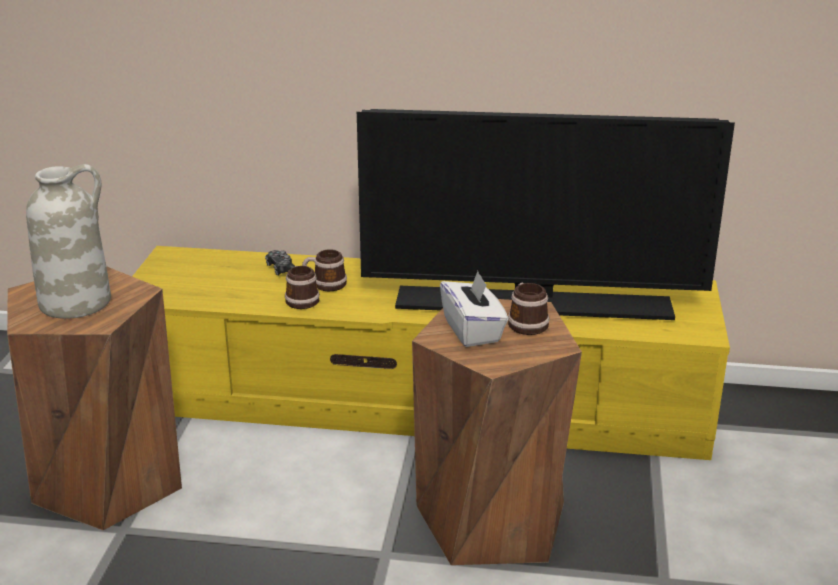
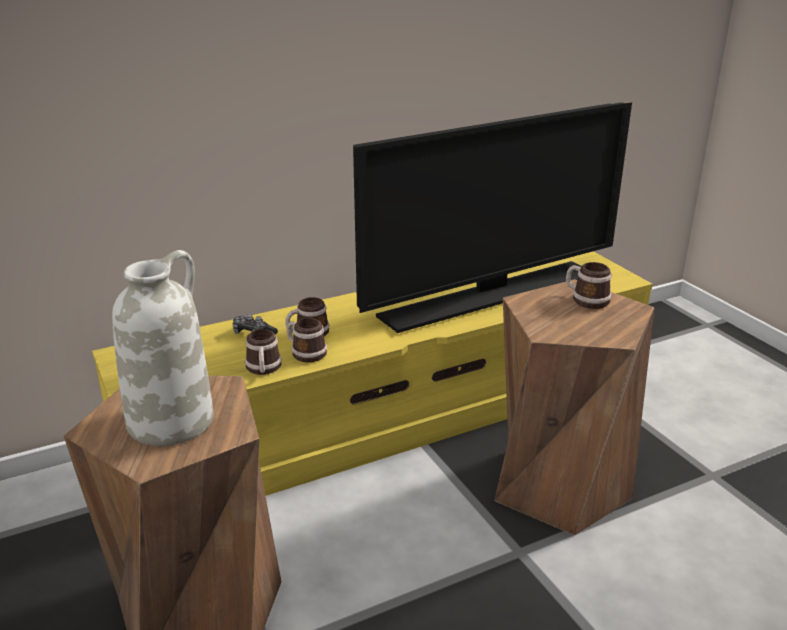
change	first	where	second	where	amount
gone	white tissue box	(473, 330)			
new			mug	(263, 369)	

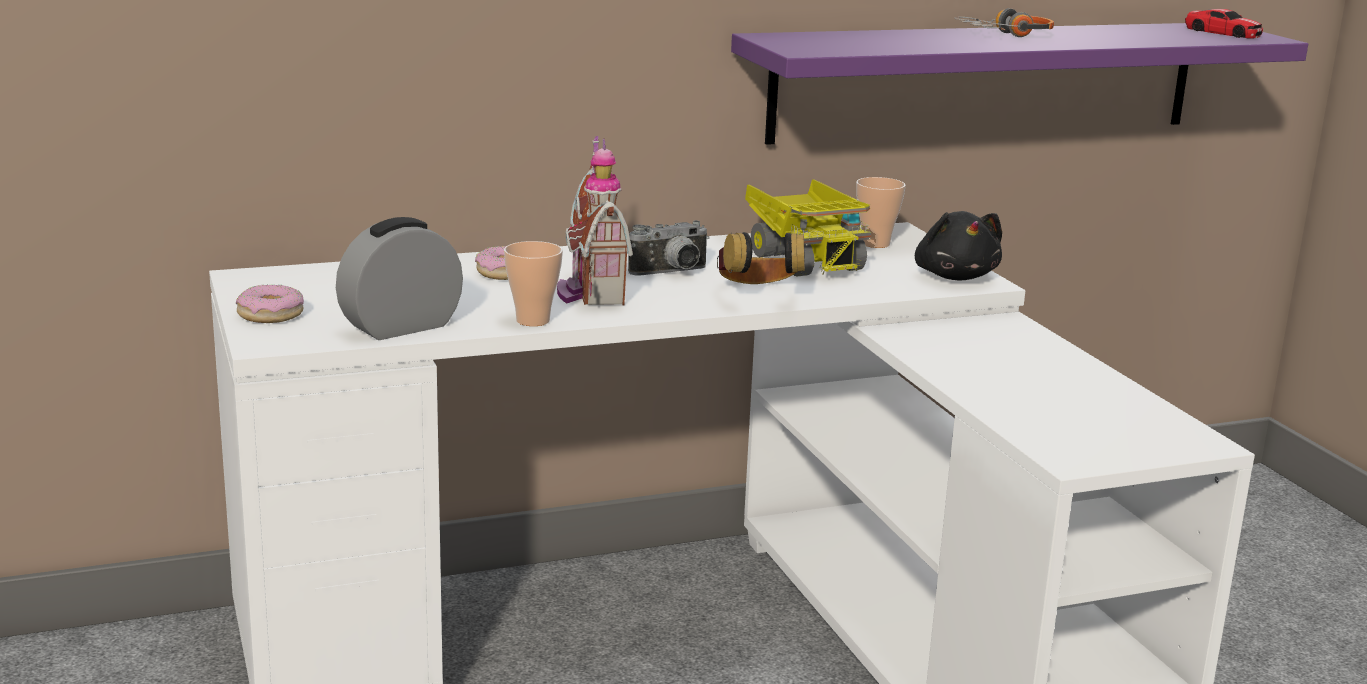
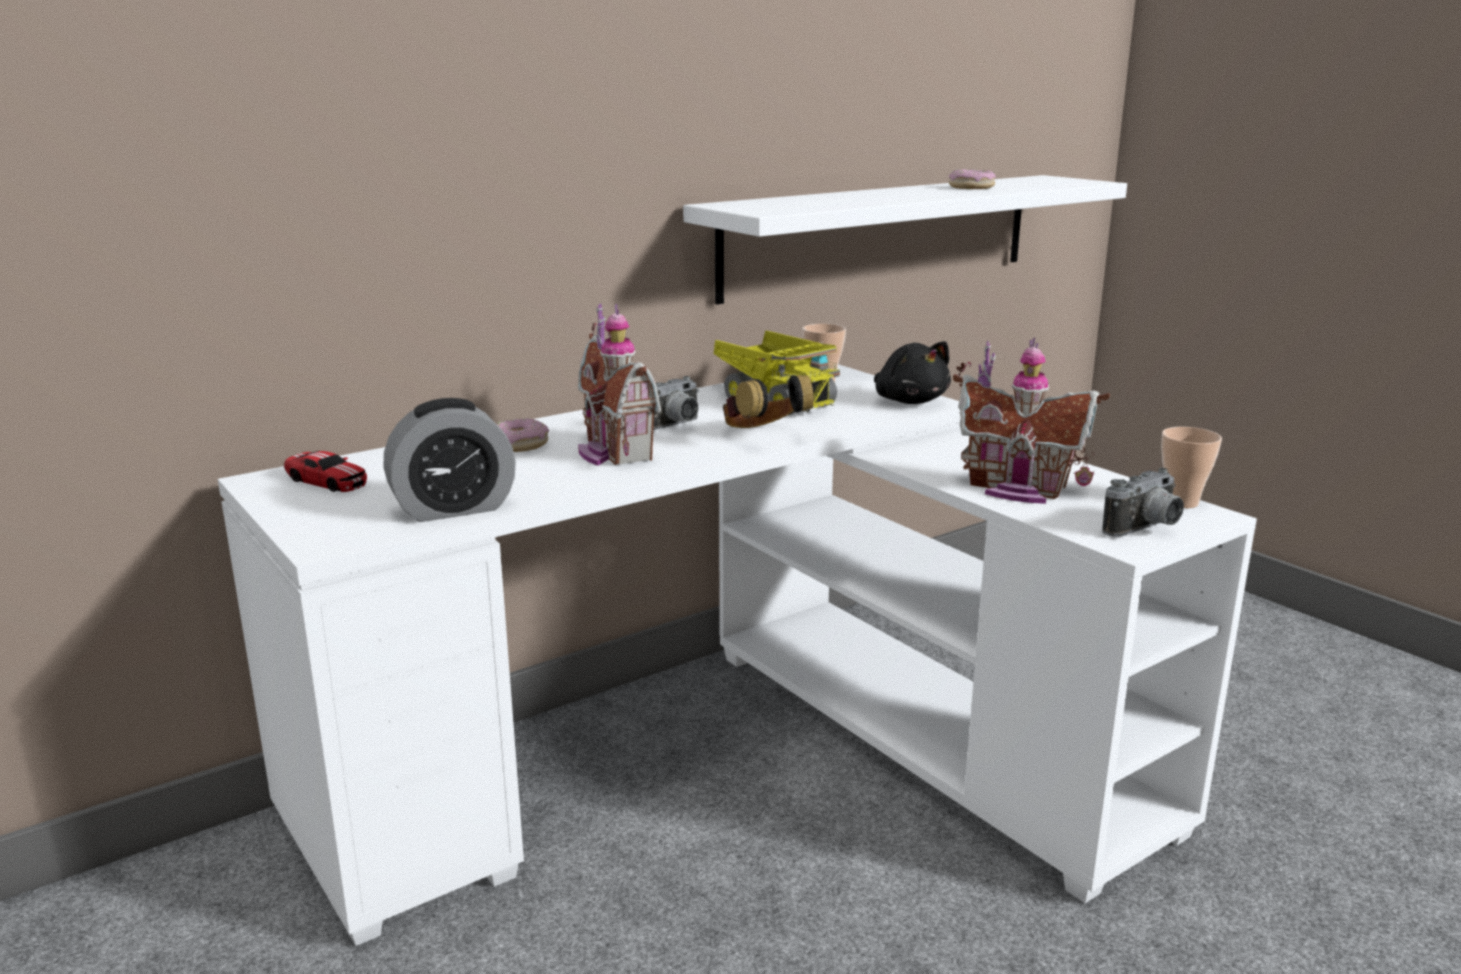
change	first	where	second	where	amount
gone	headphones	(1007, 35)			
shifted	toy car	(1223, 32)		(327, 480)	
repainted	purple shelf	(987, 80)	white shelf	(881, 235)	
rotated	alarm clock	(401, 327)		(453, 509)	150 degrees counterclockwise
shifted	cup	(533, 321)		(1181, 502)	
shifted	donut	(270, 314)		(971, 187)	
new			toy house	(1017, 489)	
new			photo camera	(1146, 529)	

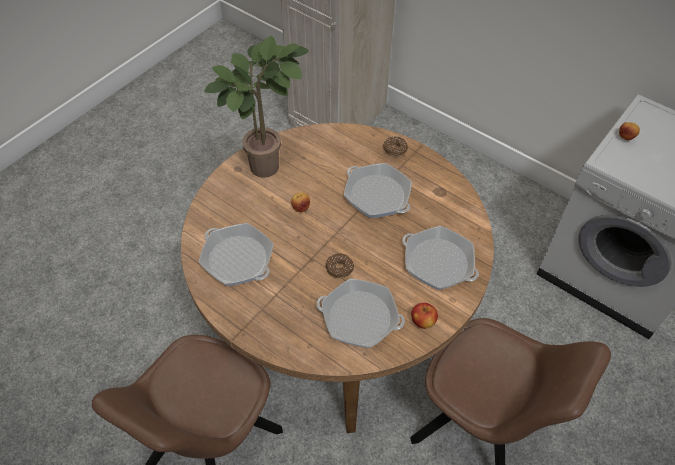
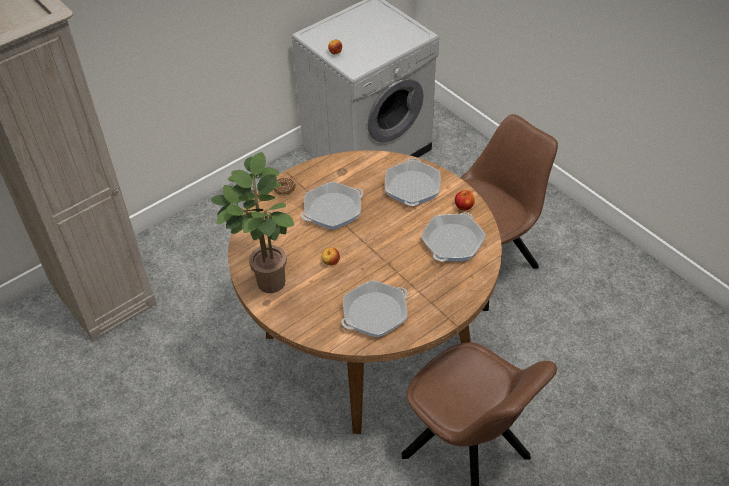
change	first	where	second	where	amount
rotated	frying pan	(438, 262)		(412, 187)	135 degrees clockwise
gone	donut	(339, 268)			

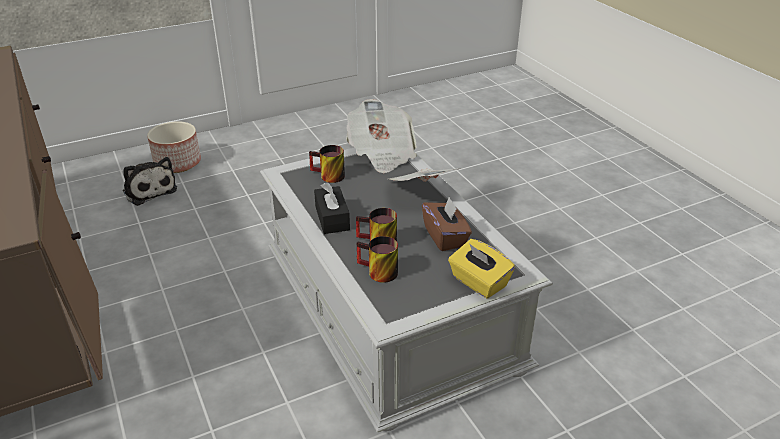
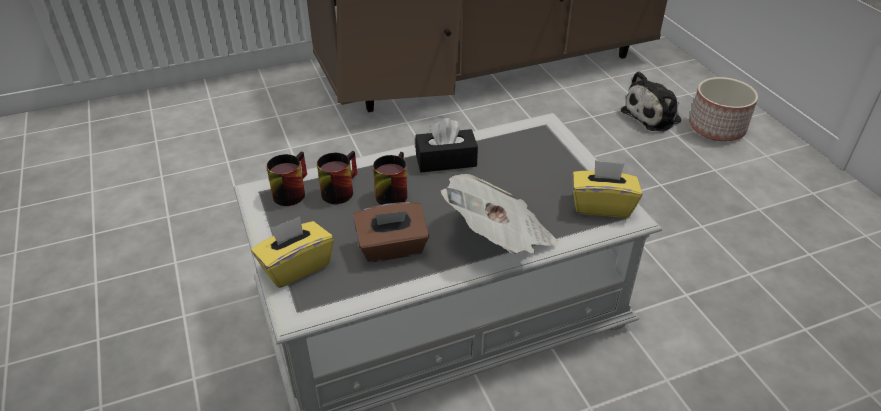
change	first	where	second	where	amount
swapped	newspaper	(382, 153)	yellow tissue box	(601, 205)	
shifted	mug	(327, 176)		(289, 191)	

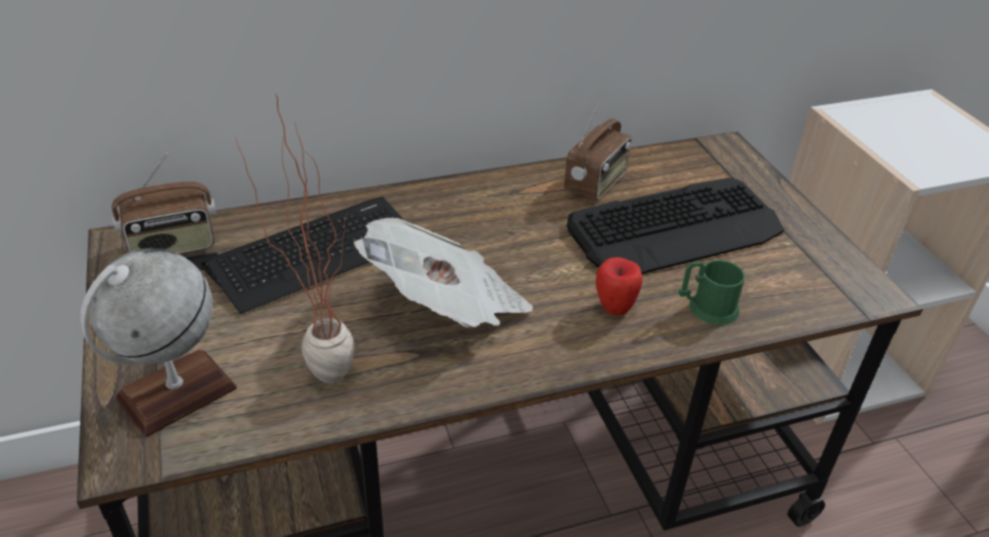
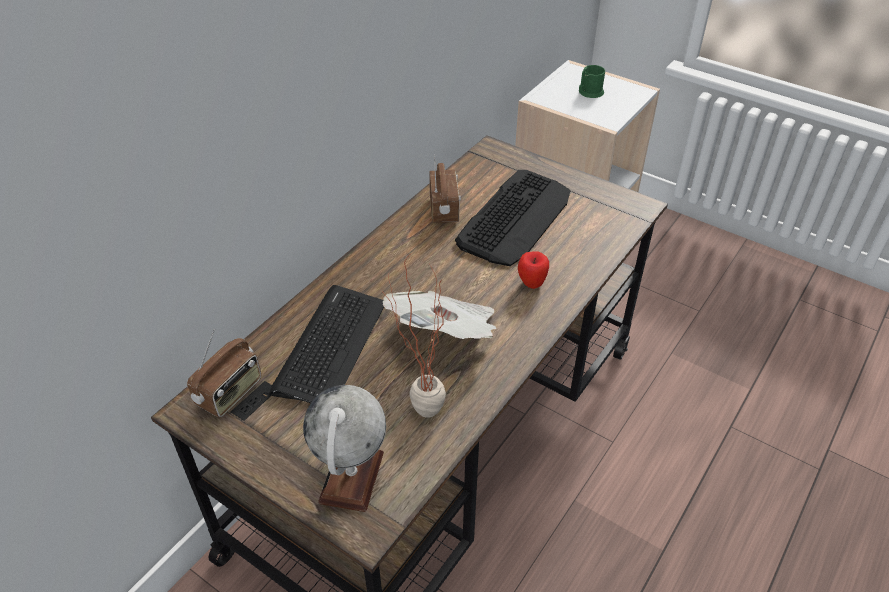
change	first	where	second	where	amount
shifted	green mug	(706, 308)		(588, 93)	

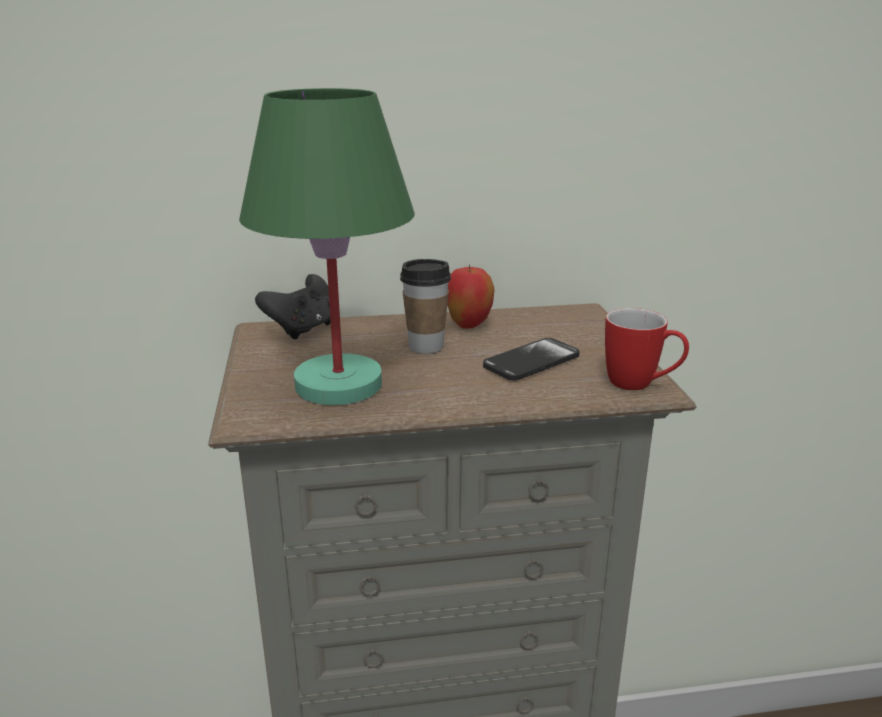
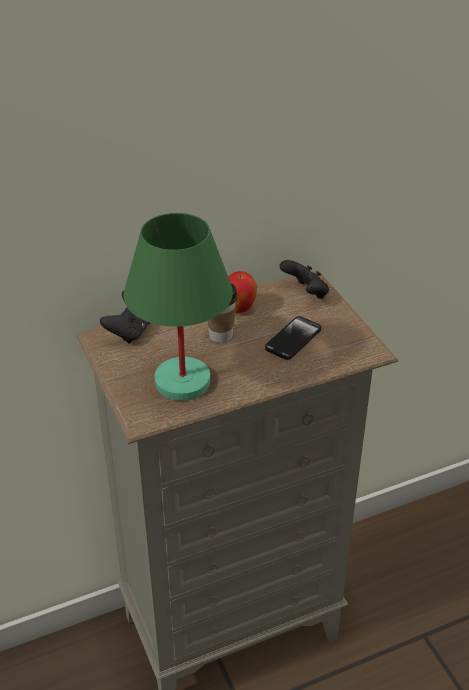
change	first	where	second	where	amount
gone	mug	(641, 385)			
new			black game controller	(305, 293)	

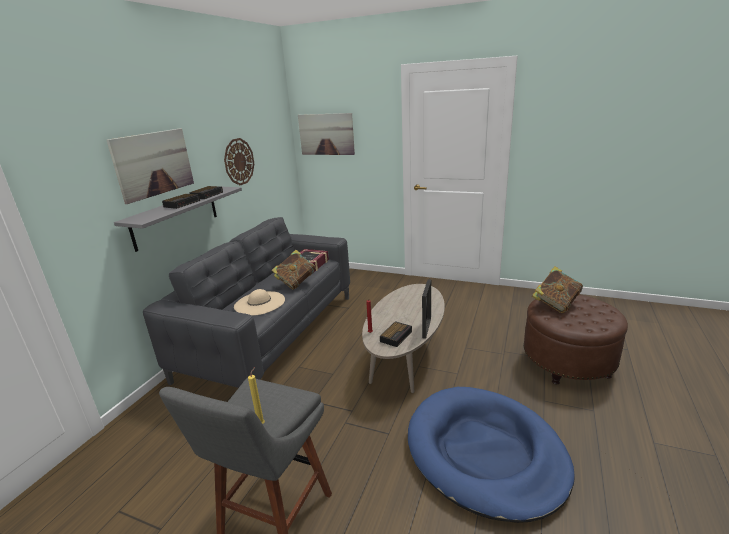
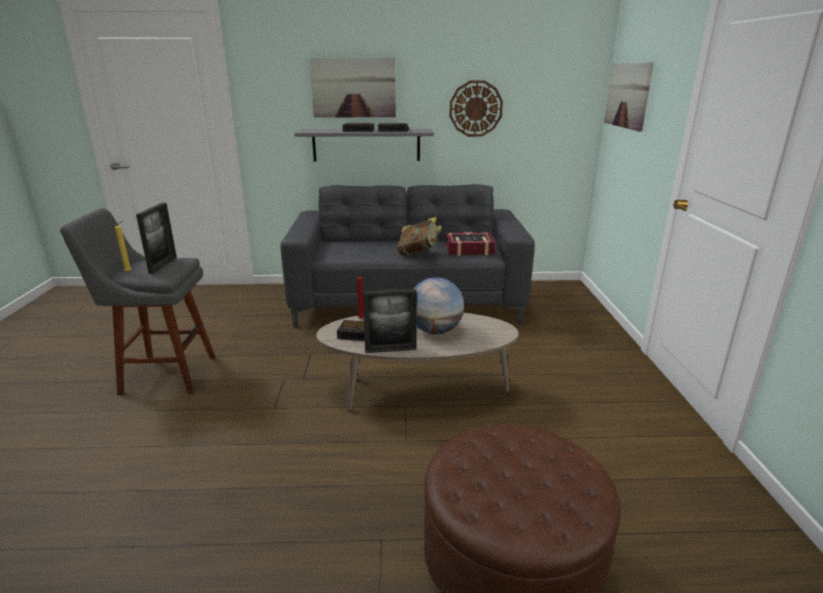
change	first	where	second	where	amount
gone	book	(555, 304)			
gone	beige hat	(259, 303)			
gone	blue dog bed	(485, 453)			
new			picture frame	(163, 265)	
new			globe	(435, 331)	

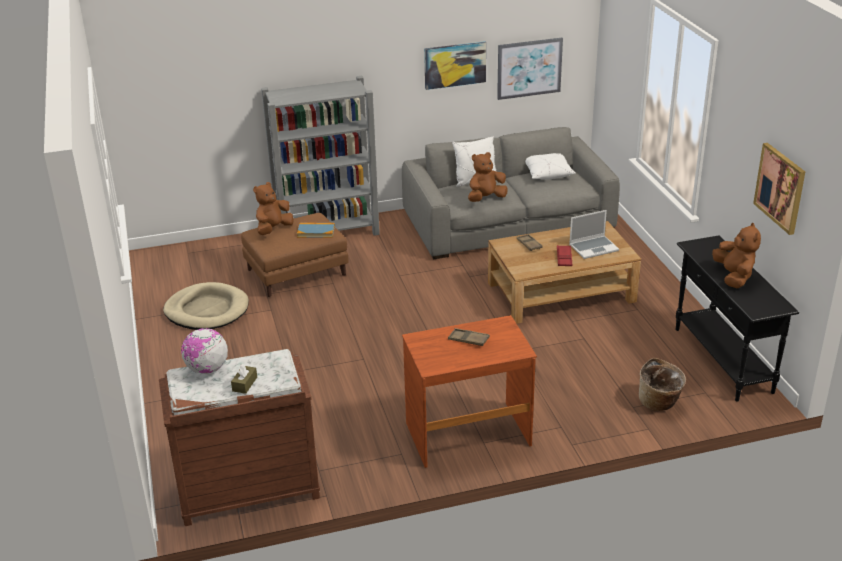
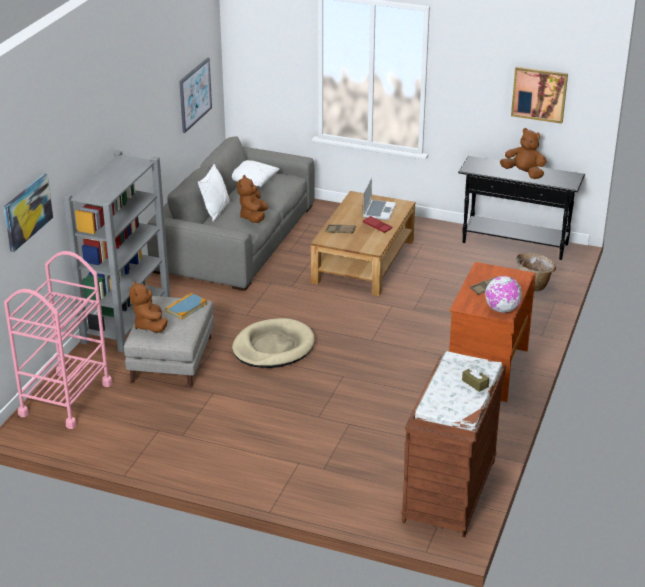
change	first	where	second	where	amount
shifted	picture	(455, 65)		(27, 212)	
repainted	brown ottoman	(297, 272)	grey ottoman	(172, 359)	
shifted	beige dog bed	(207, 310)		(273, 347)	
shifted	globe	(207, 369)		(502, 310)	
new			pink cart	(66, 399)	

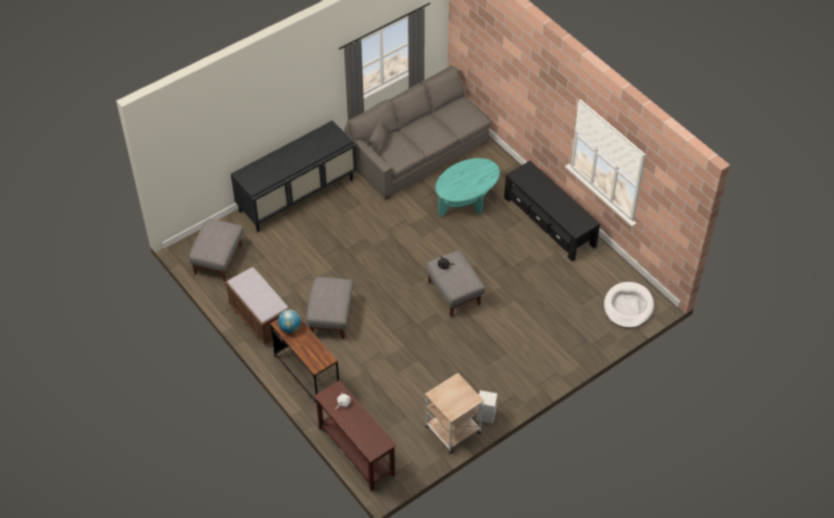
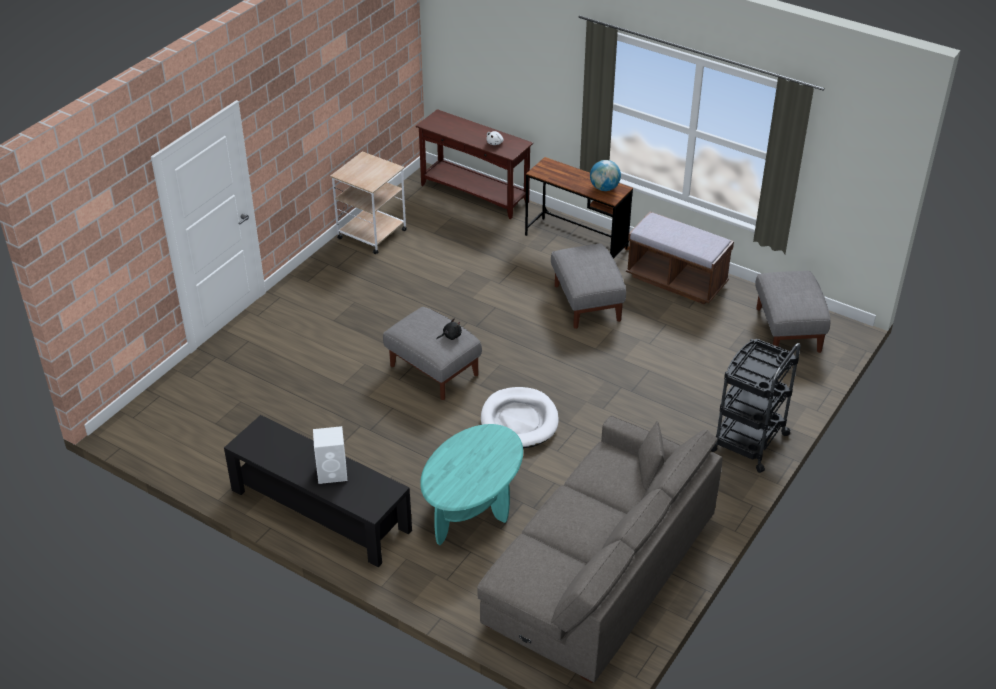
change	first	where	second	where	amount
swapped	black cabinet	(297, 196)	black cart	(748, 442)	
shifted	white dog bed	(628, 307)		(519, 421)	
shifted	white speaker	(485, 415)		(333, 473)	

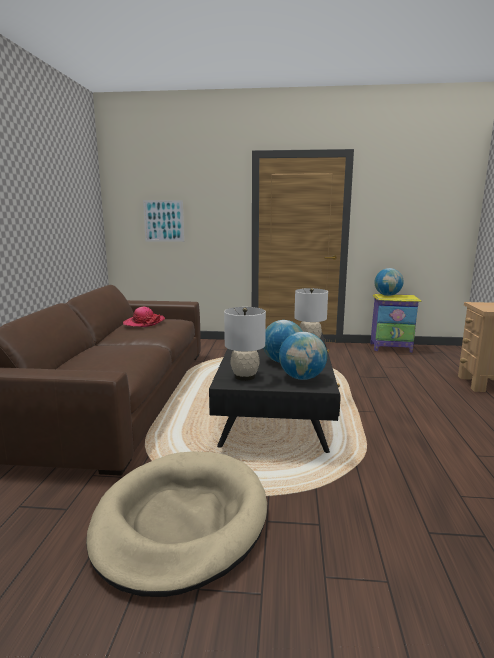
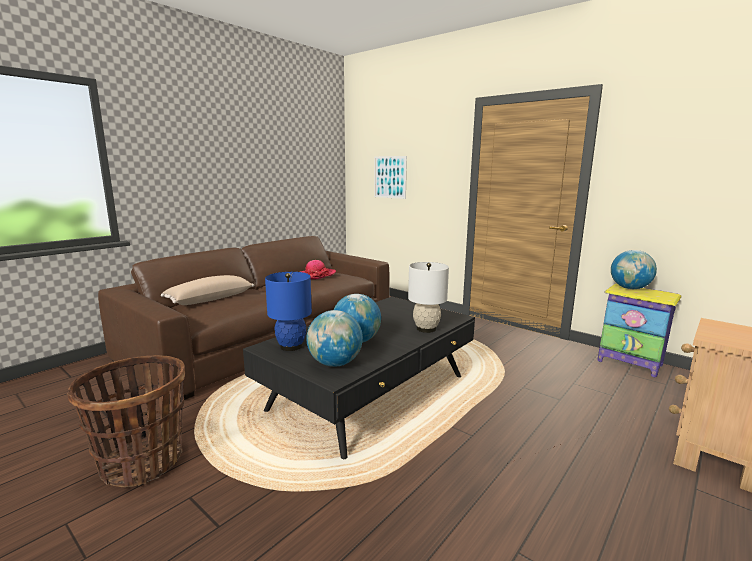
change	first	where	second	where	amount
repainted	white table lamp	(245, 376)	blue table lamp	(291, 346)	
swapped	beige dog bed	(181, 521)	basket	(142, 462)	
new			beige pillow	(209, 299)	

